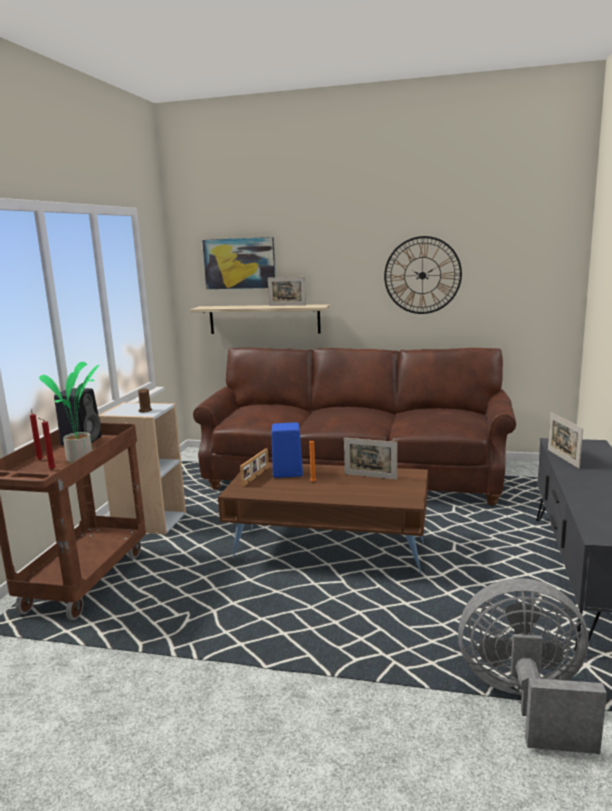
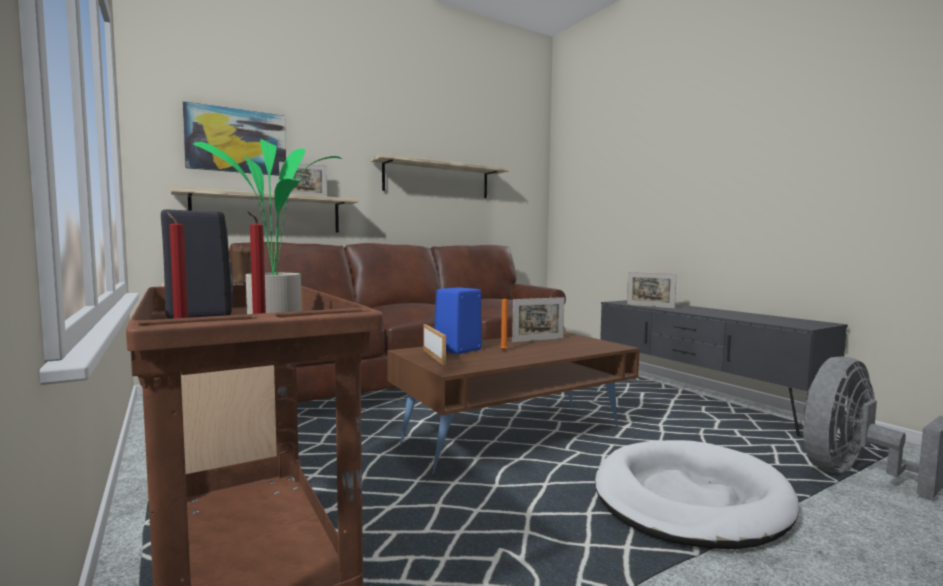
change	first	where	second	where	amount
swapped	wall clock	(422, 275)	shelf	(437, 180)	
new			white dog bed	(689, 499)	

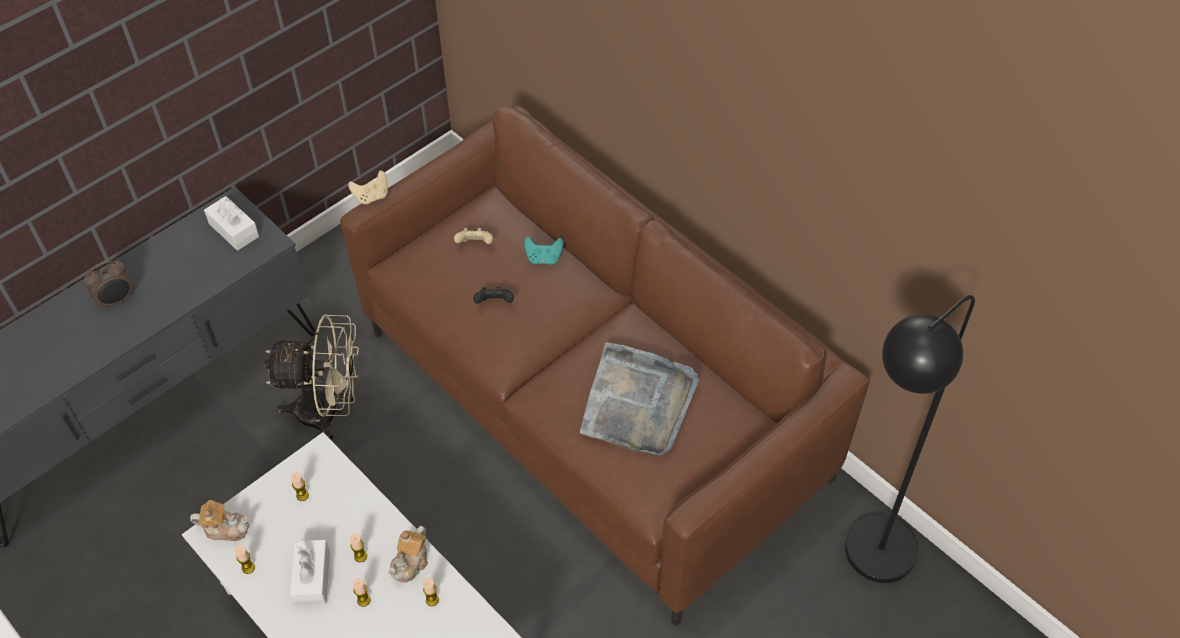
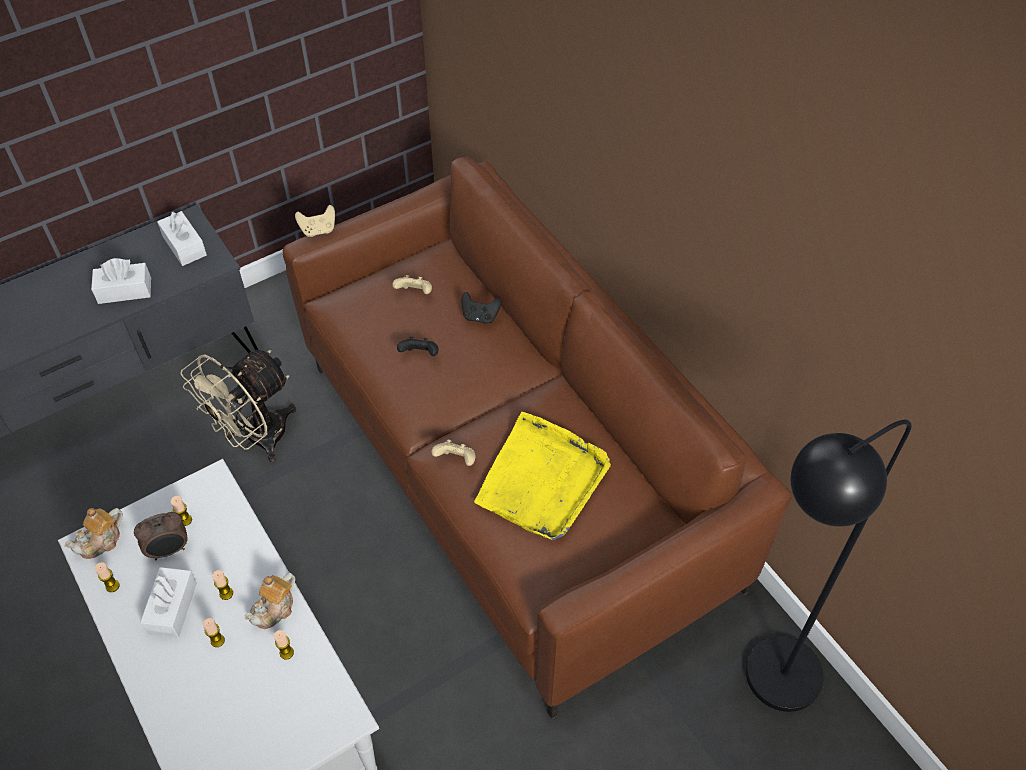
change	first	where	second	where	amount
repainted	turquoise game controller	(543, 258)	black game controller	(480, 316)	
shifted	alarm clock	(117, 300)		(169, 550)	
rotated	beige fan	(329, 412)		(256, 439)	120 degrees clockwise
repainted	grey tray	(638, 403)	yellow tray	(542, 480)	
rotated	teapot	(225, 528)		(101, 541)	120 degrees clockwise
new			white tissue box	(124, 290)	
new			beige game controller	(456, 460)	

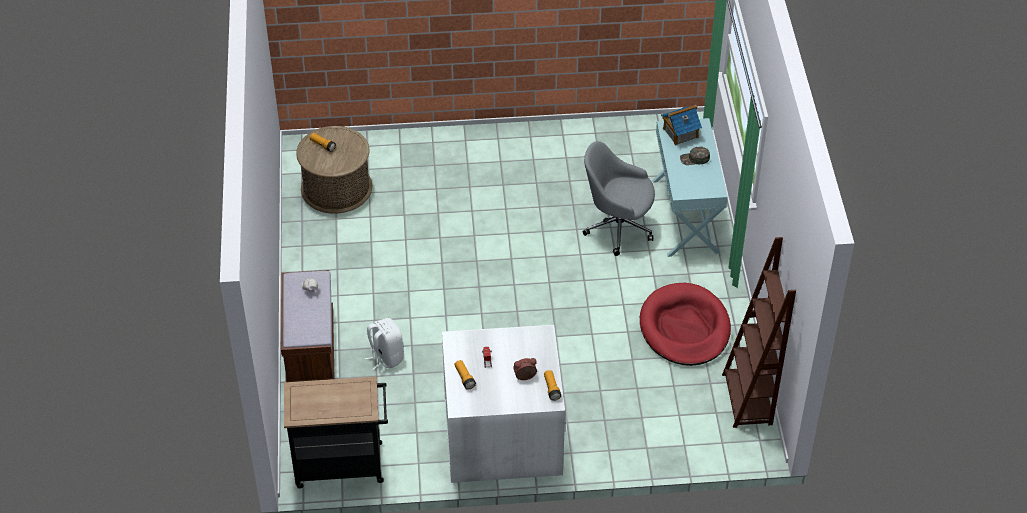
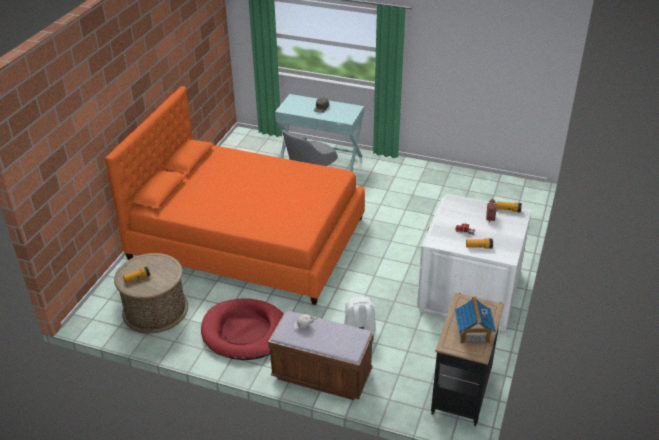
change	first	where	second	where	amount
shifted	toy house	(680, 133)		(473, 333)	
gone	brown bookcase	(747, 399)			
shifted	red dog bed	(685, 328)		(245, 332)	
new			orange bed	(247, 238)	

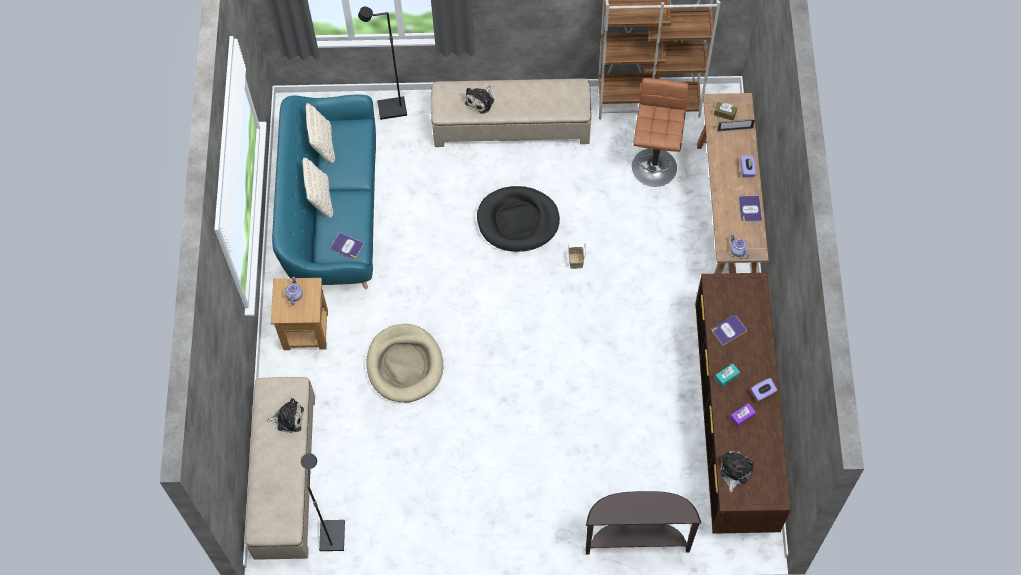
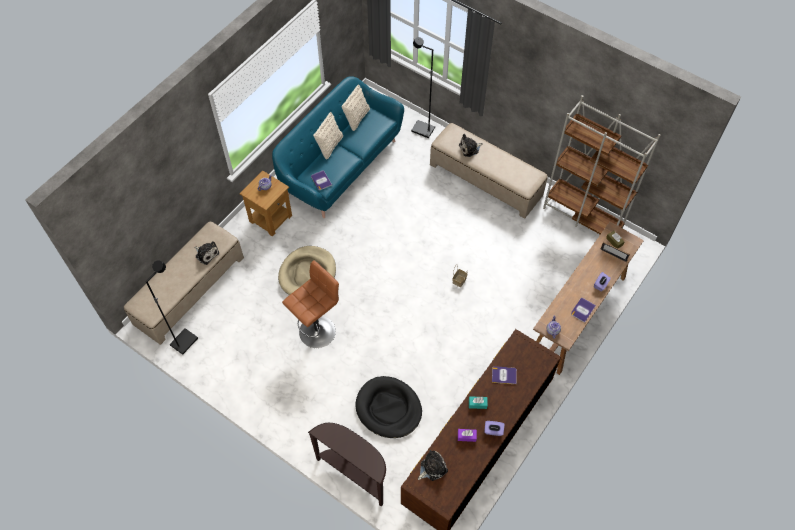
change	first	where	second	where	amount
shifted	brown stool	(654, 167)		(318, 332)	
shifted	black dog bed	(518, 221)		(388, 408)	

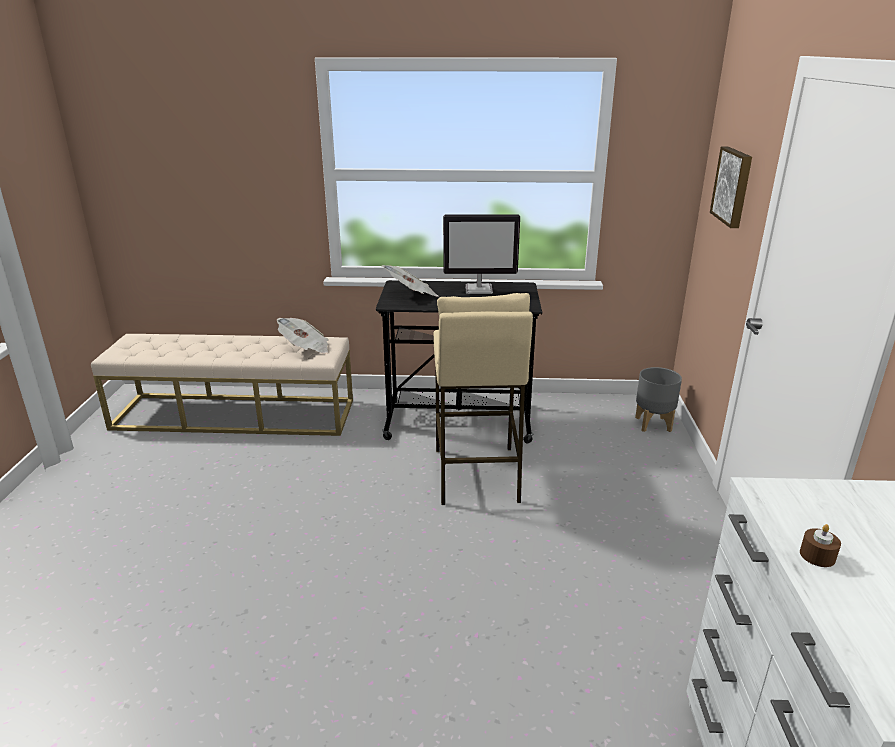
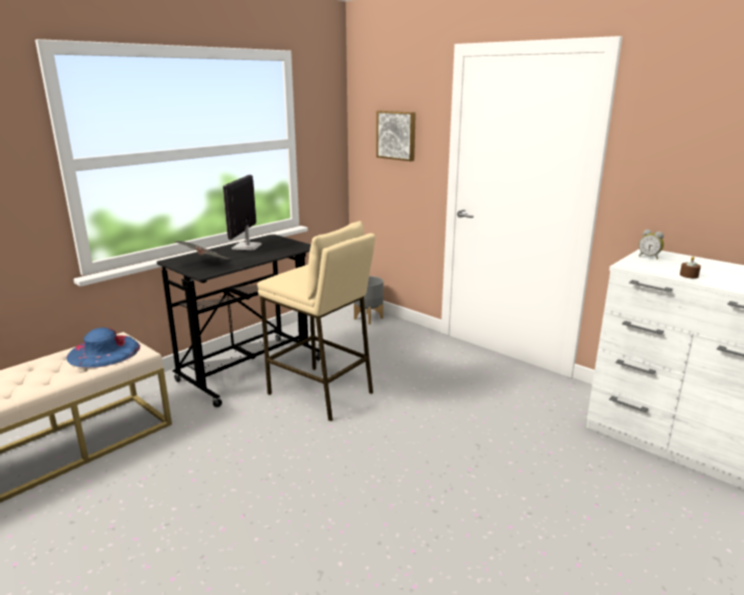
change	first	where	second	where	amount
rotated	monitor	(479, 289)		(247, 247)	150 degrees clockwise
swapped	newspaper	(305, 348)	blue hat	(104, 351)	
new			alarm clock	(649, 257)	

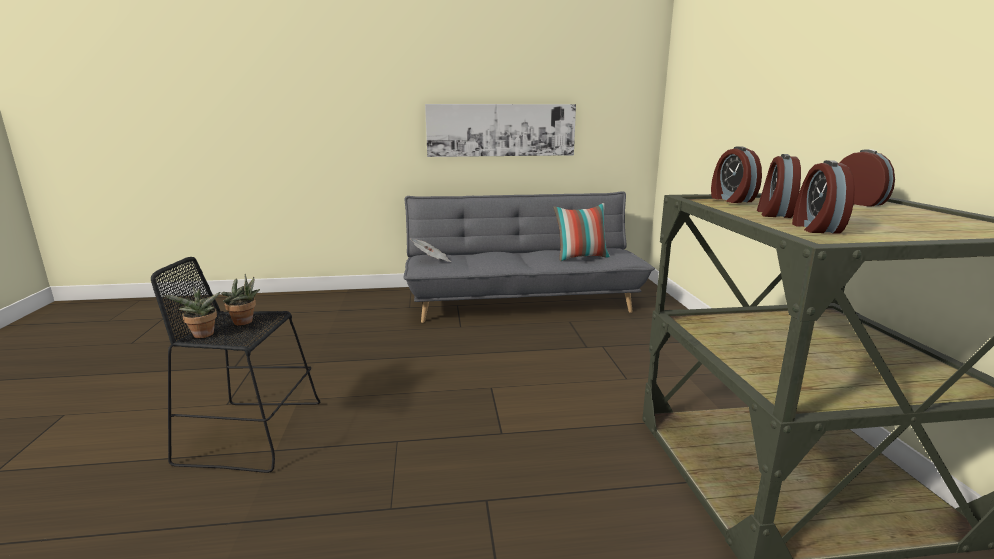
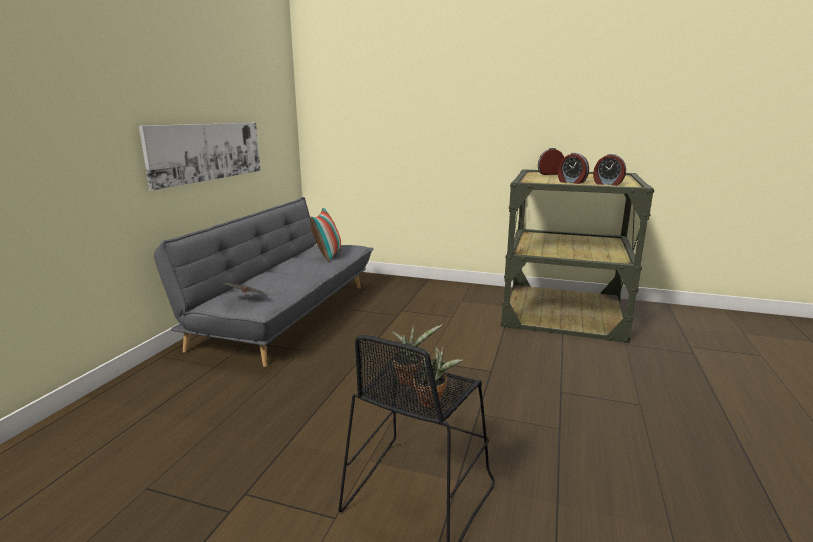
change	first	where	second	where	amount
gone	alarm clock	(731, 199)			

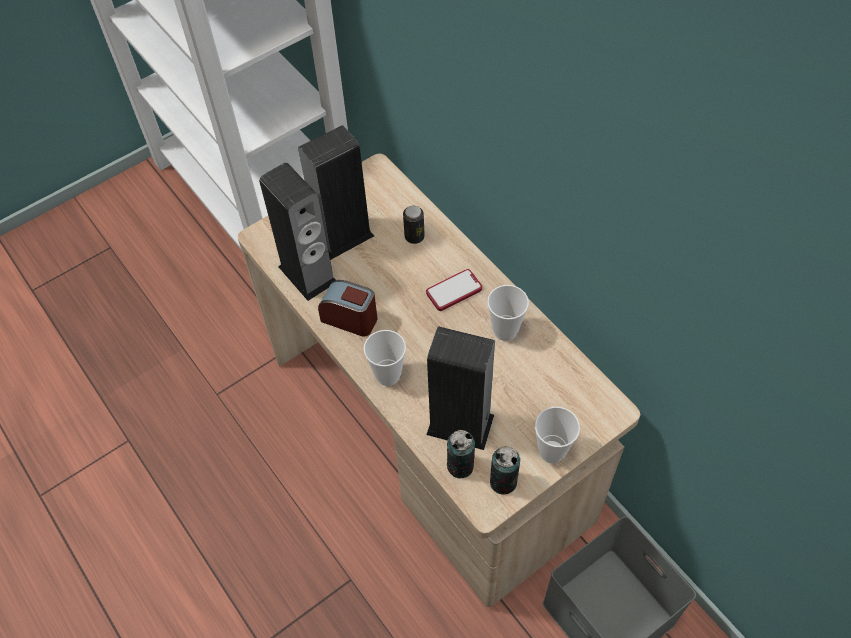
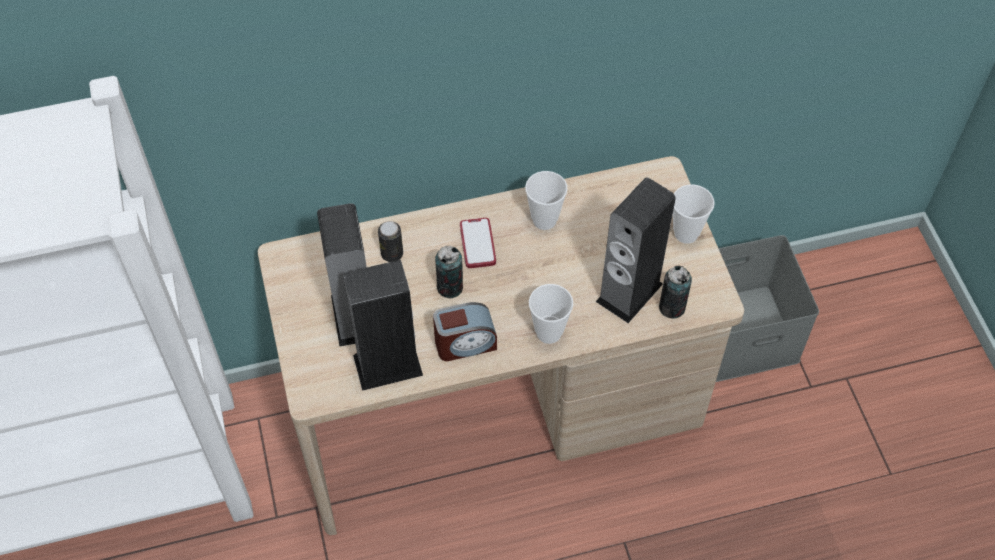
change	first	where	second	where	amount
rotated	alarm clock	(350, 318)		(465, 343)	150 degrees counterclockwise
shifted	can	(503, 482)		(450, 287)	

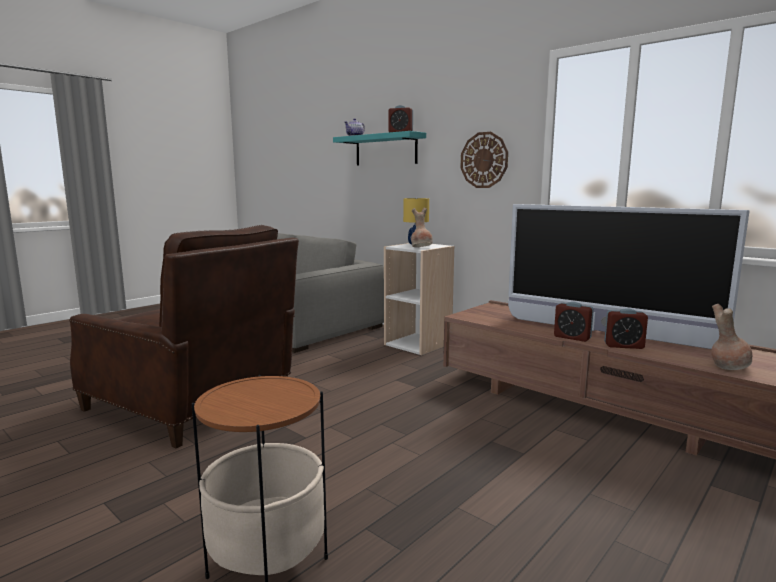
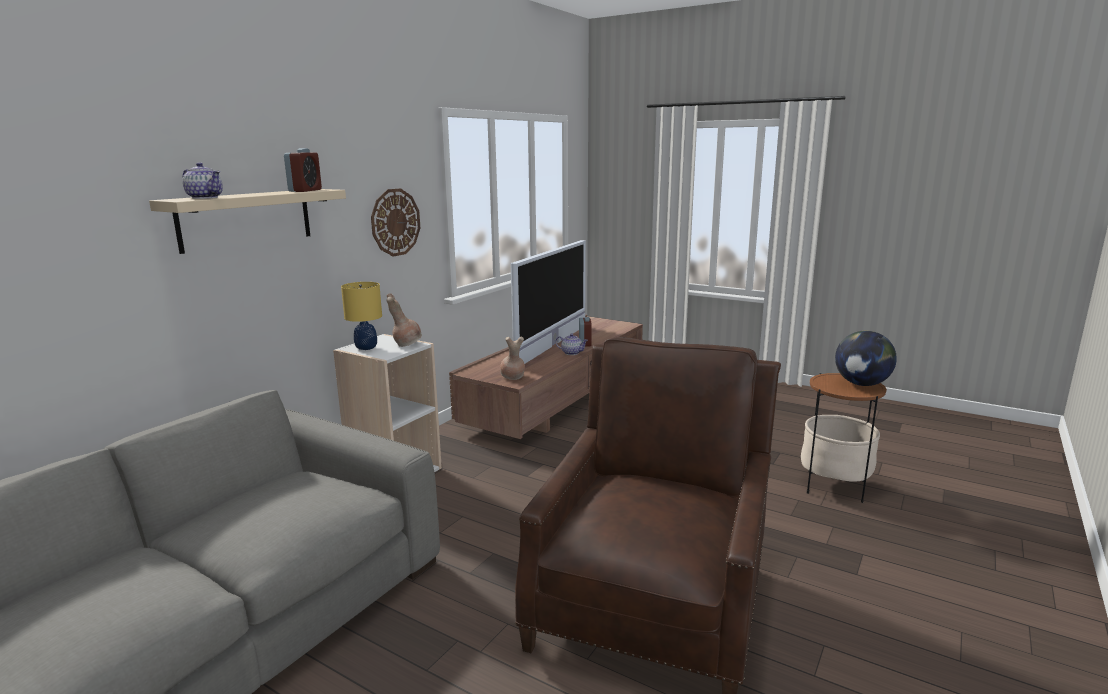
change	first	where	second	where	amount
repainted	turquoise shelf	(385, 150)	beige shelf	(246, 219)	
swapped	alarm clock	(572, 337)	teapot	(571, 353)	
shifted	brown vase	(727, 366)		(512, 377)	
new			globe	(861, 384)	

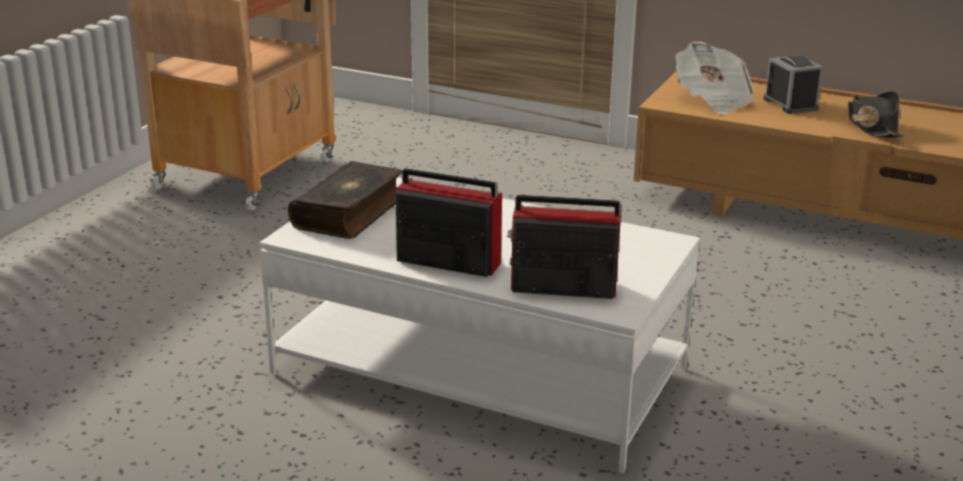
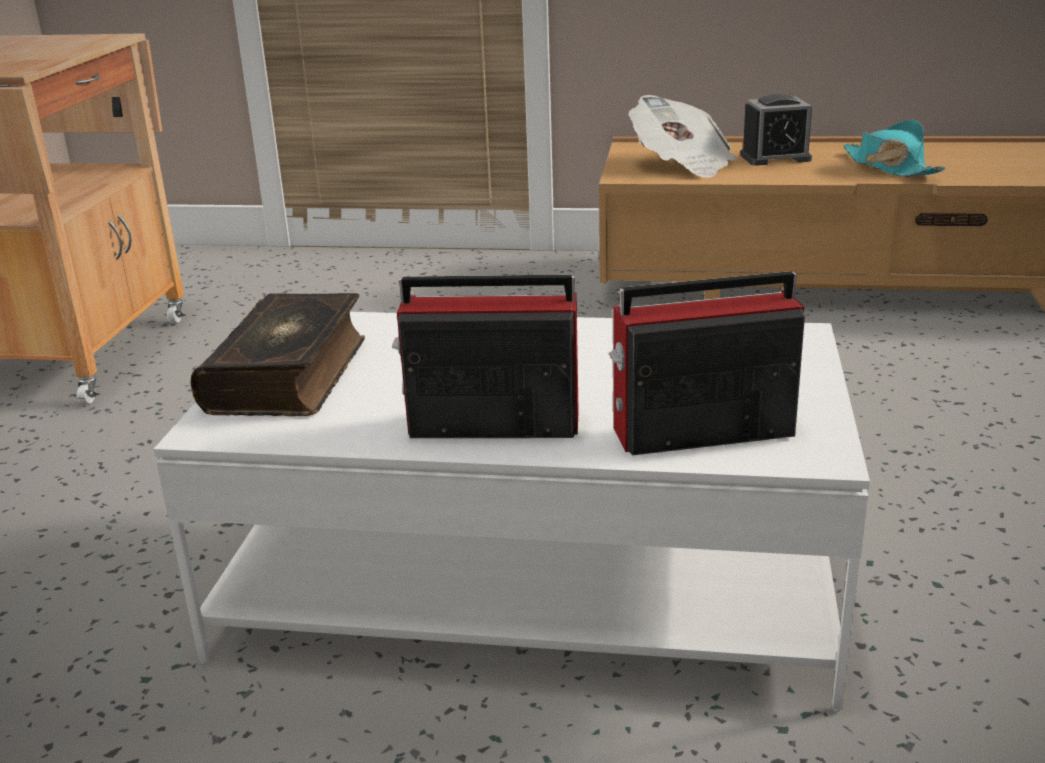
change	first	where	second	where	amount
rotated	alarm clock	(790, 104)		(775, 158)	120 degrees clockwise
repainted	black hat	(872, 126)	turquoise hat	(889, 167)	

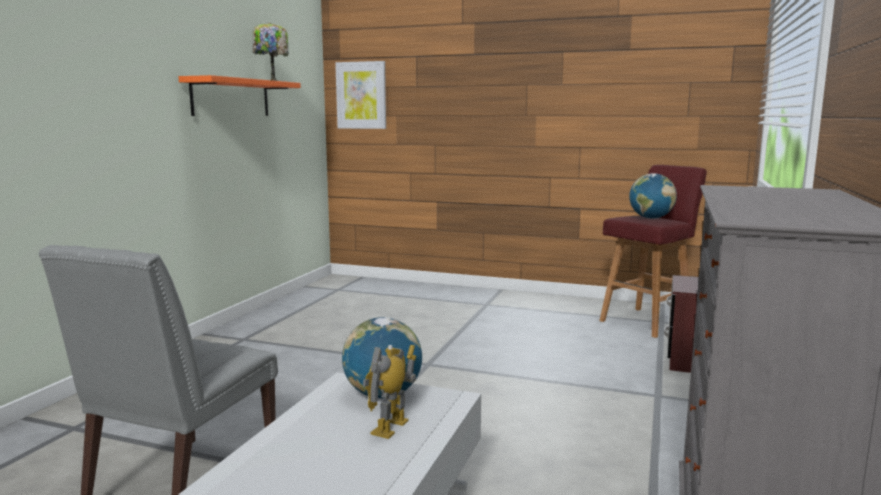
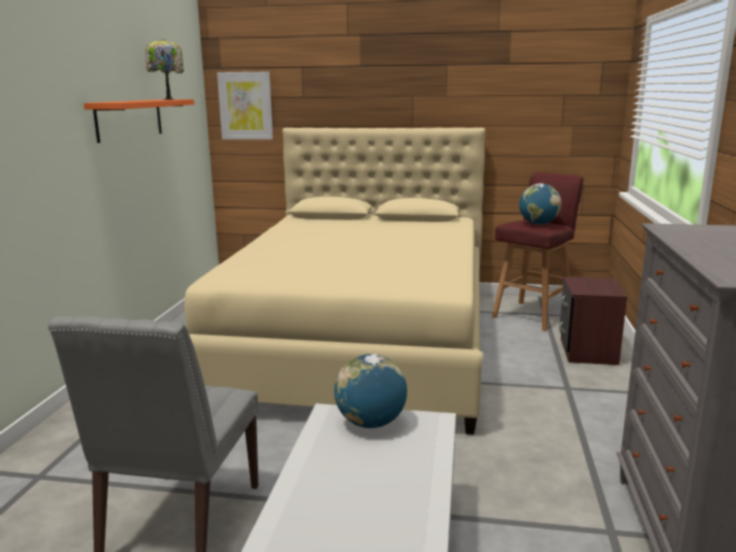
change	first	where	second	where	amount
gone	toy robot	(391, 427)			
new			beige bed	(360, 340)	

